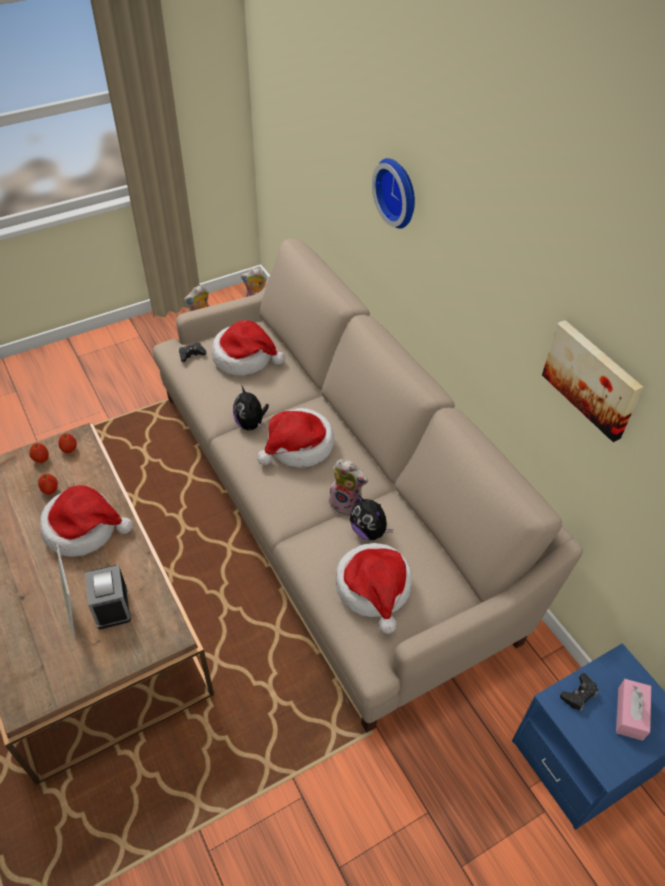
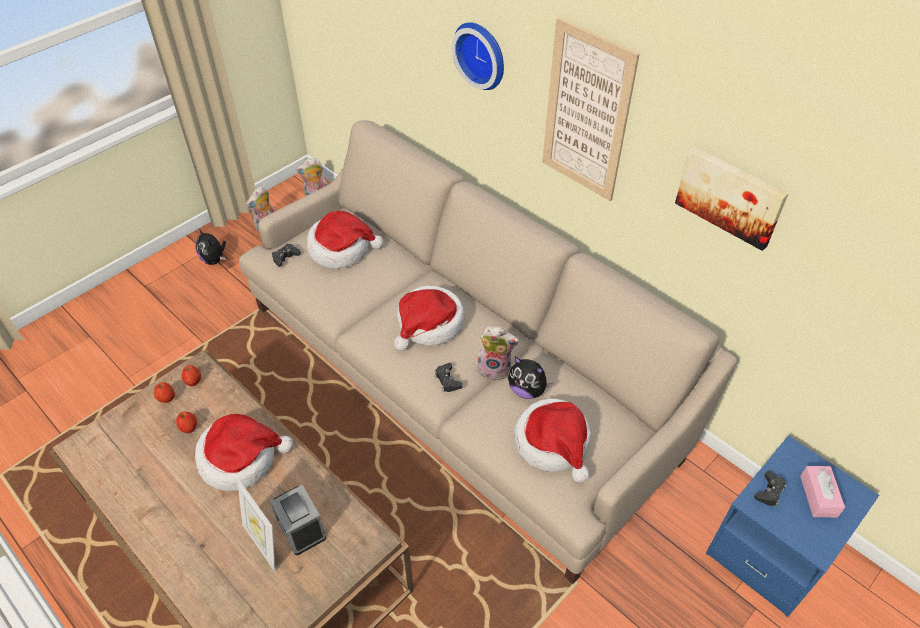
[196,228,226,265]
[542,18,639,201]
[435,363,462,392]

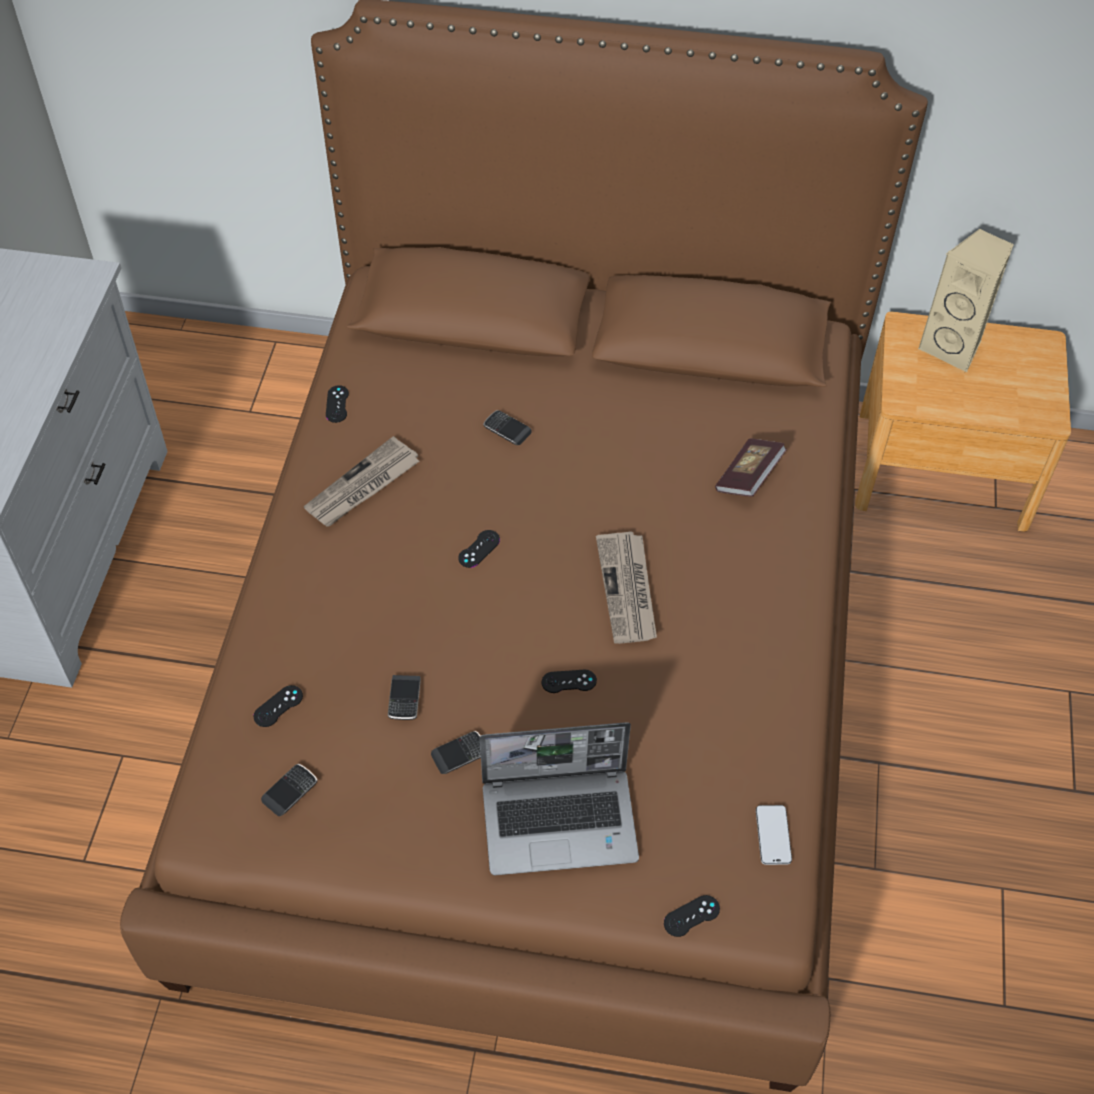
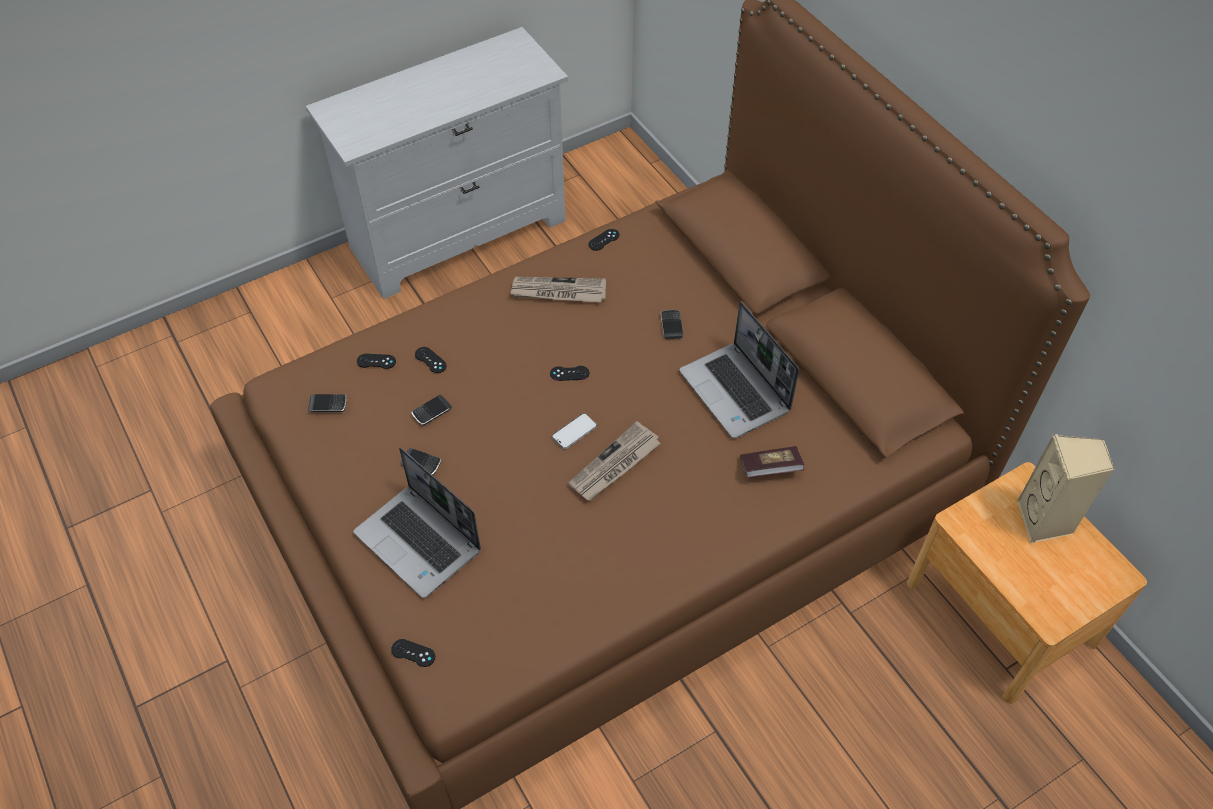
[415,347,447,373]
[552,413,597,449]
[679,301,799,439]

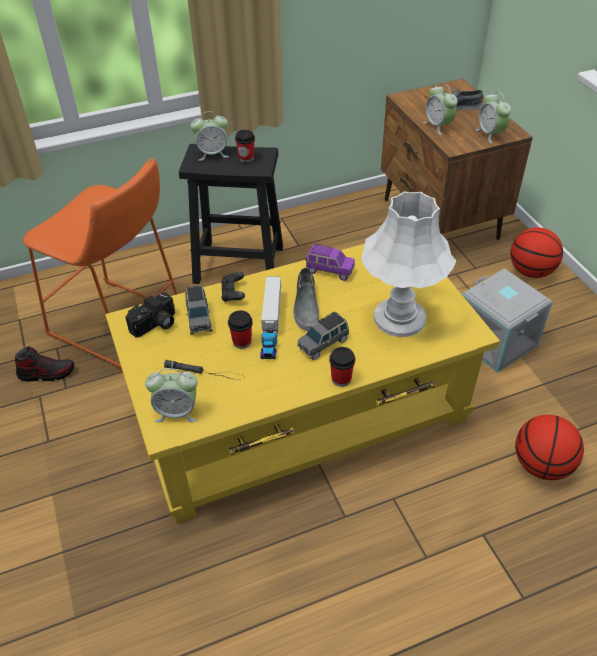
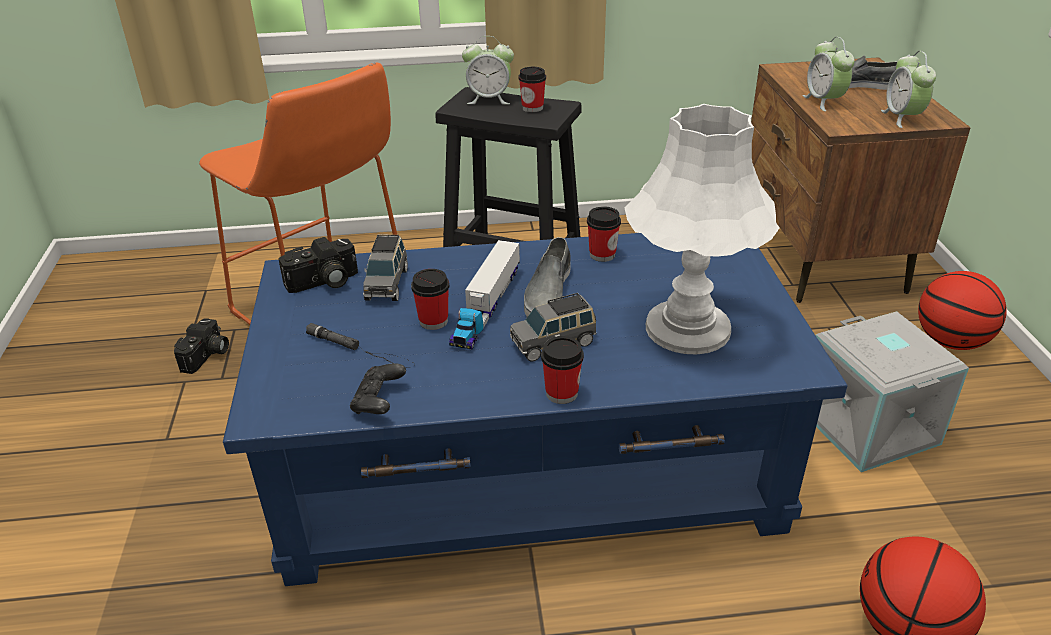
[587,206,621,262]
[223,233,848,586]
[350,364,406,414]
[174,318,229,374]
[145,368,198,422] (first image)

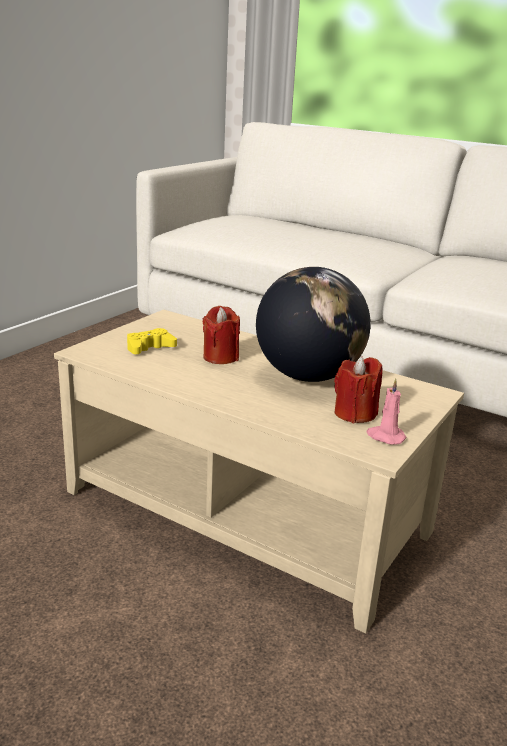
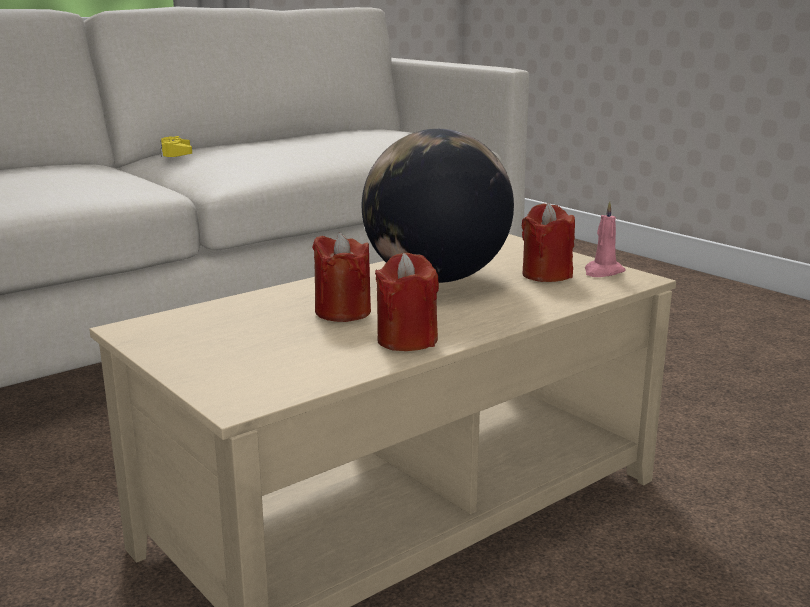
[160,136,192,157]
[375,253,439,351]

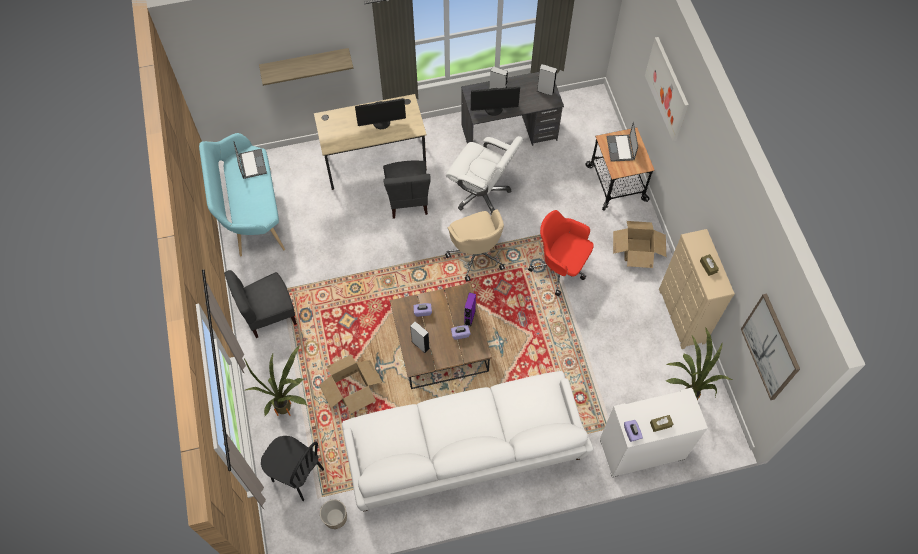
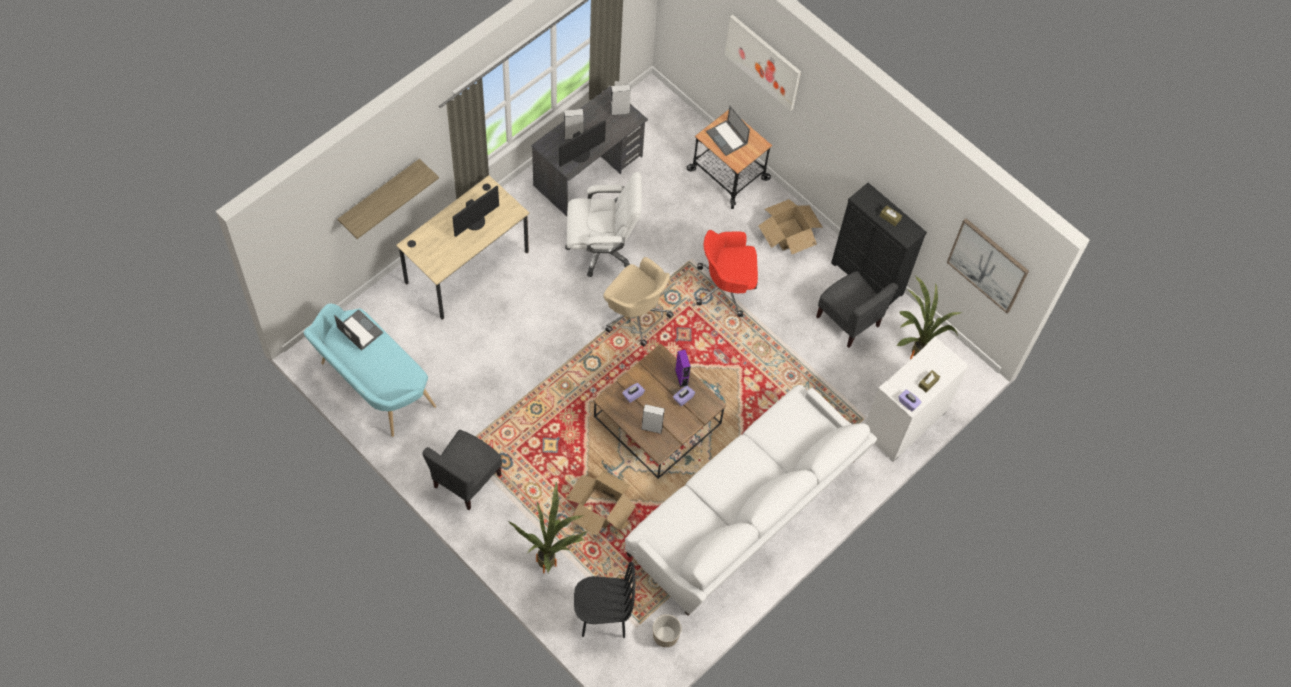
[816,271,898,348]
[831,183,927,309]

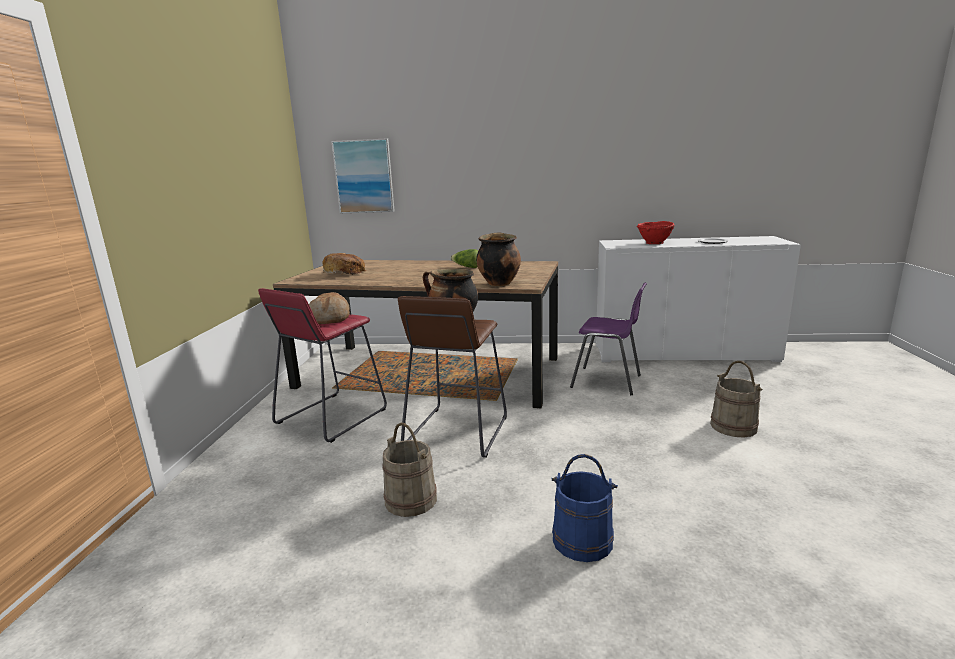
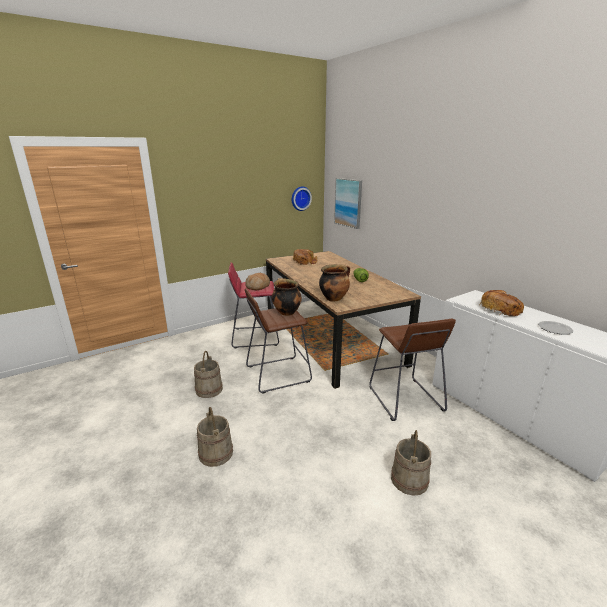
[479,290,524,316]
[370,319,456,421]
[197,407,233,467]
[292,187,312,211]

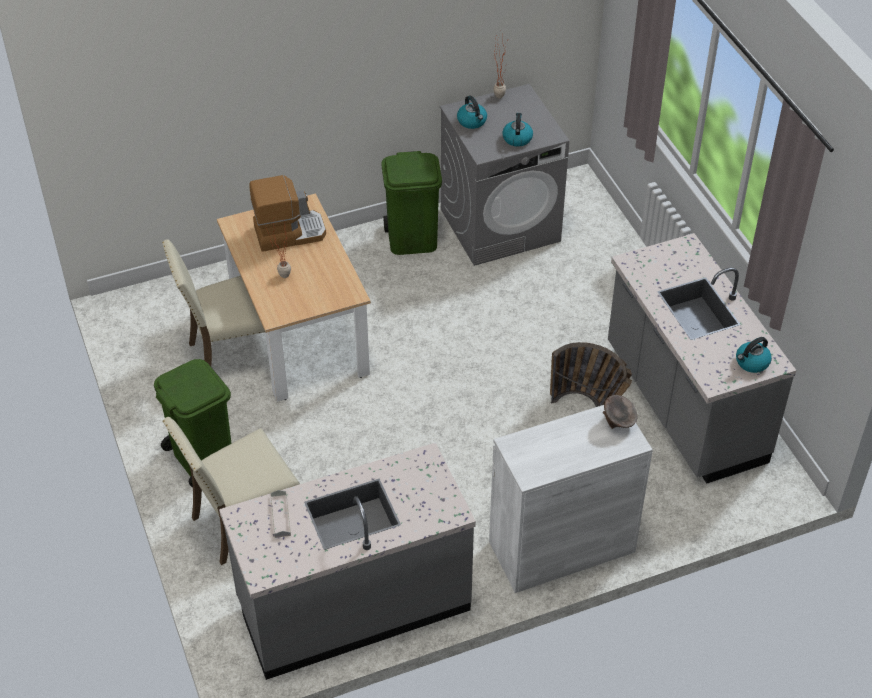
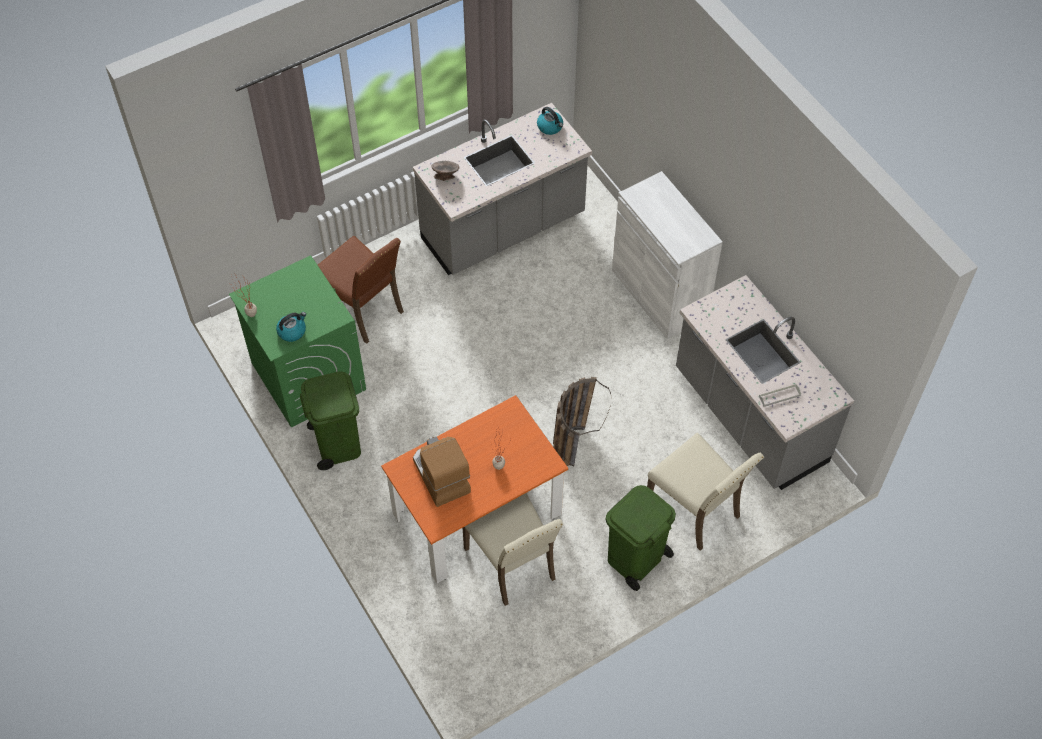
[229,256,366,428]
[502,113,533,147] (first image)
[381,395,568,583]
[553,377,611,466]
[431,161,459,181]
[318,235,404,344]

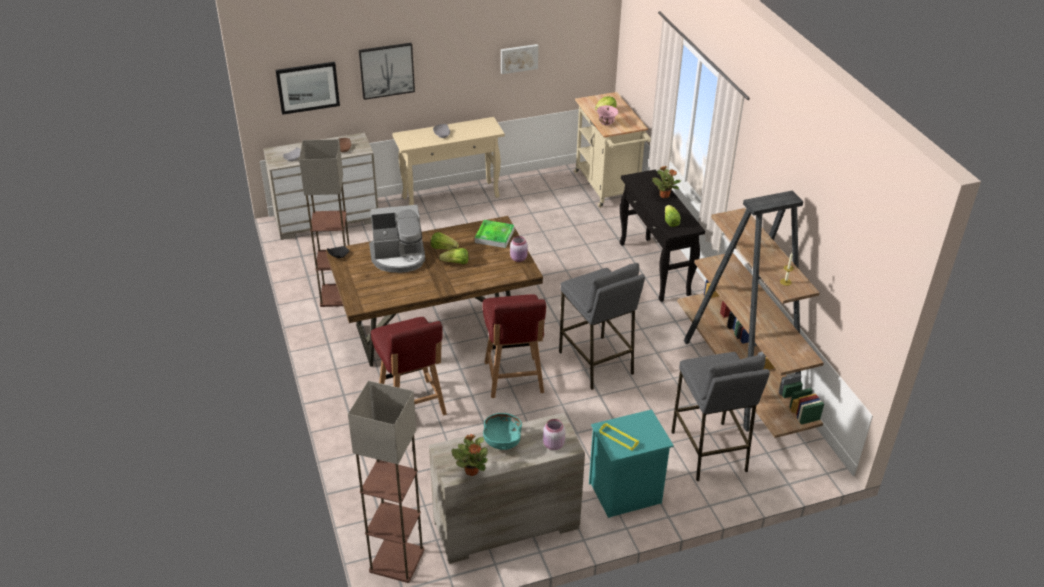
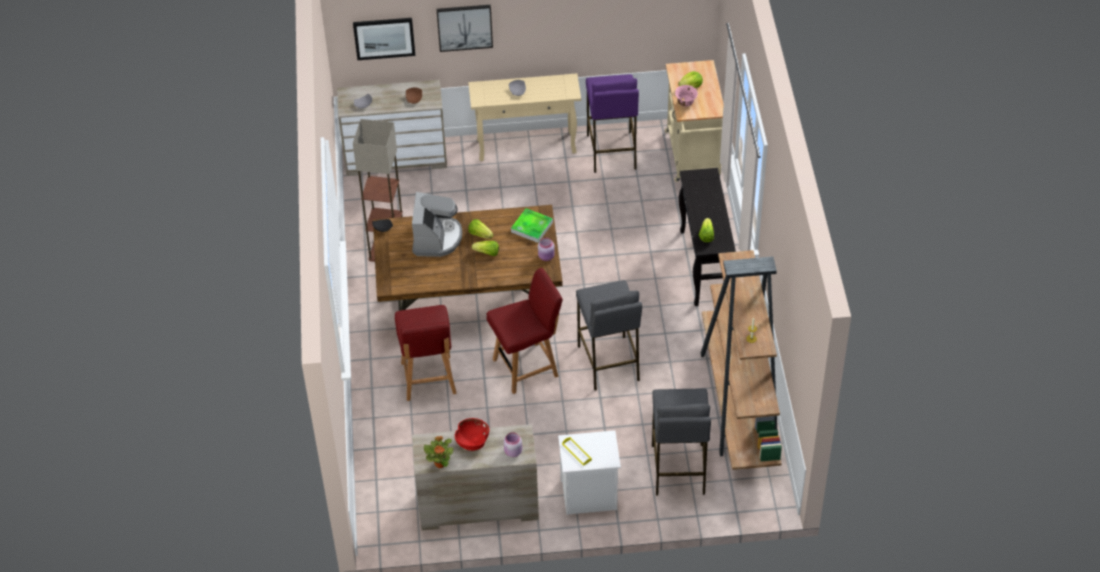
[501,44,538,74] (first image)
[652,166,681,198] (first image)
[412,192,462,257]
[487,268,563,394]
[348,381,424,583] (first image)
[558,430,621,515]
[455,418,489,451]
[586,74,639,173]

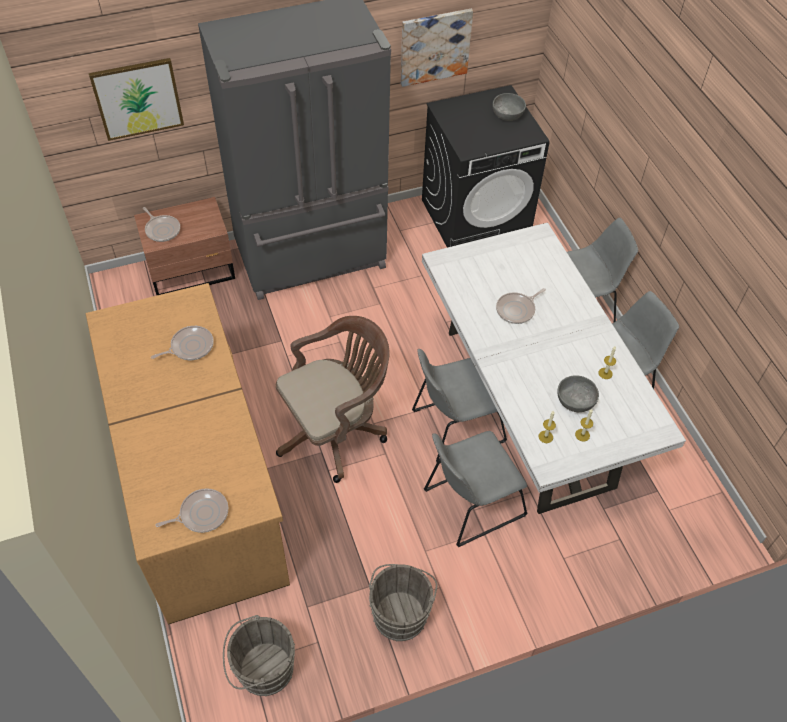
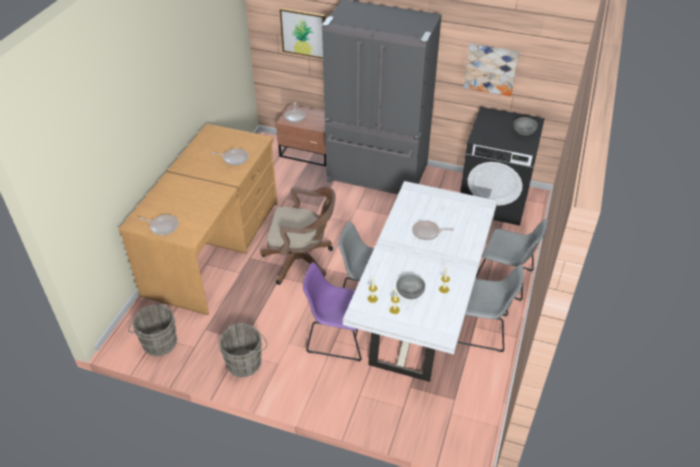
[303,262,362,361]

